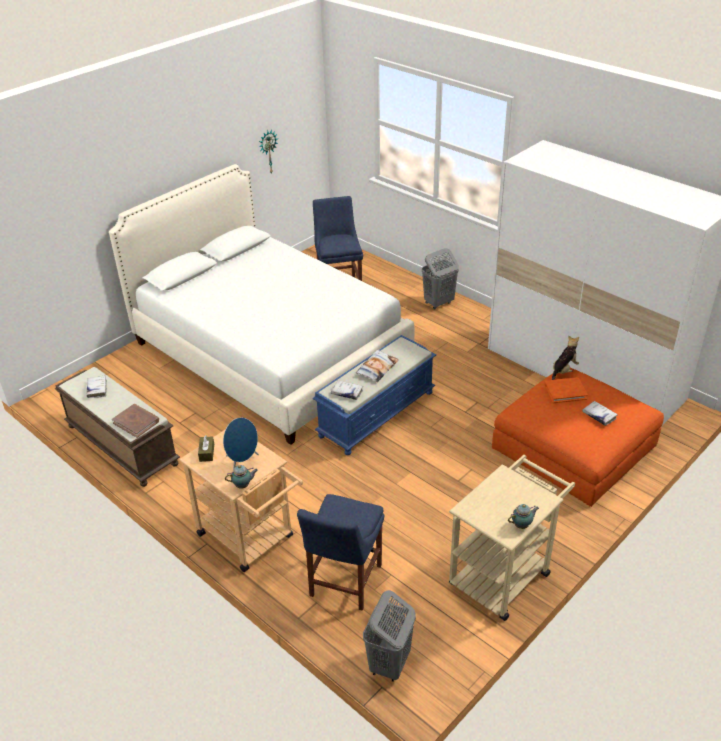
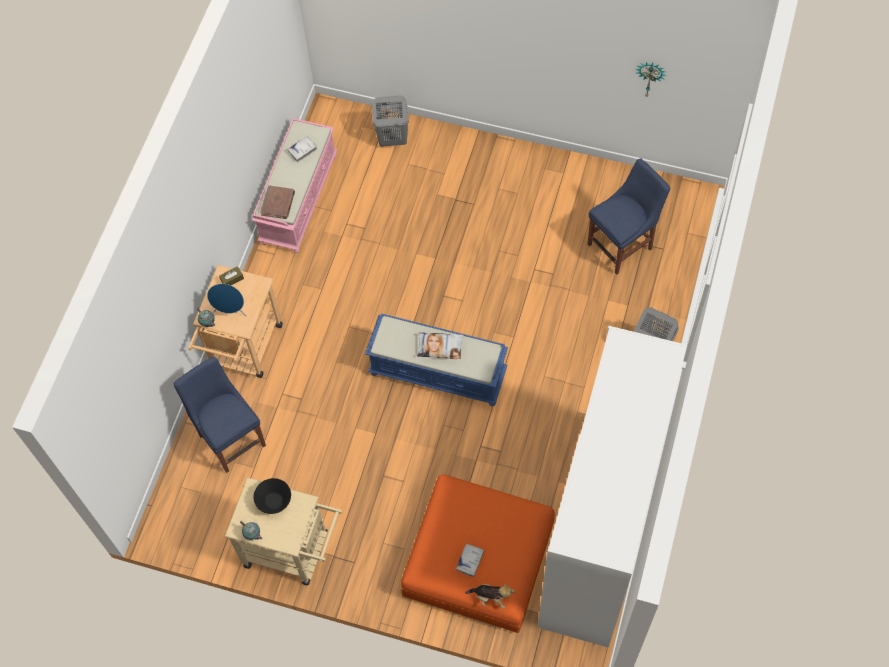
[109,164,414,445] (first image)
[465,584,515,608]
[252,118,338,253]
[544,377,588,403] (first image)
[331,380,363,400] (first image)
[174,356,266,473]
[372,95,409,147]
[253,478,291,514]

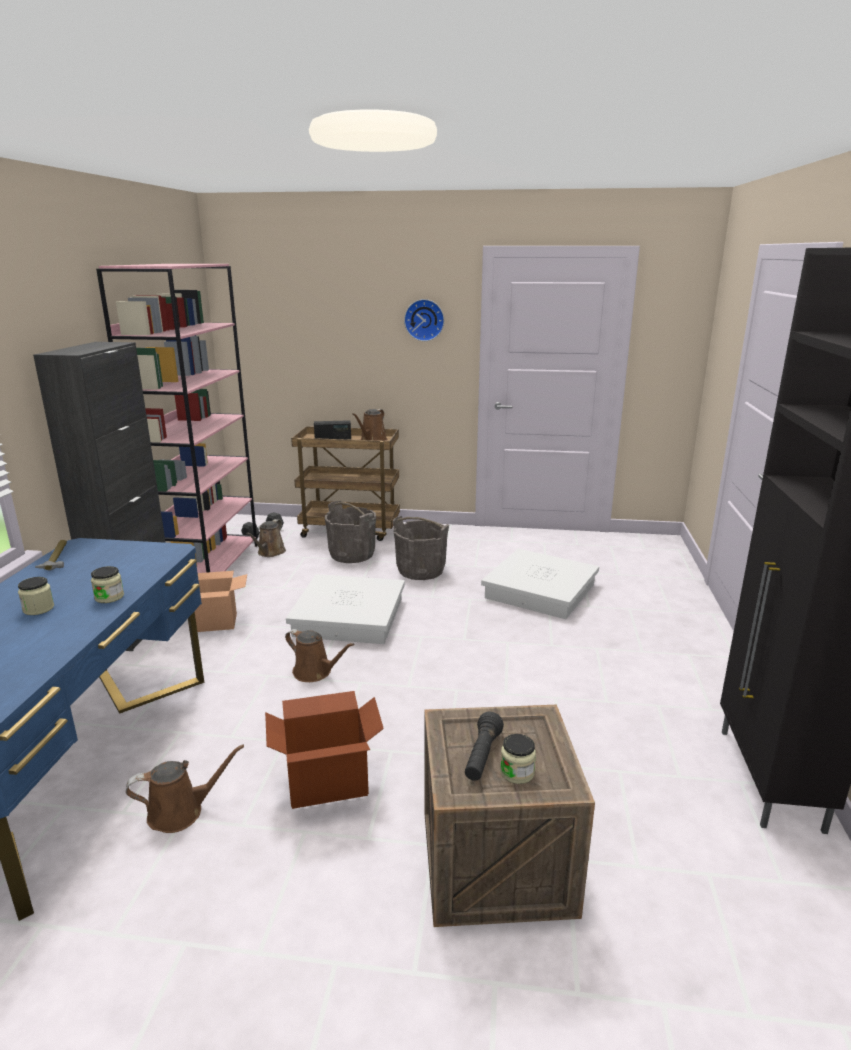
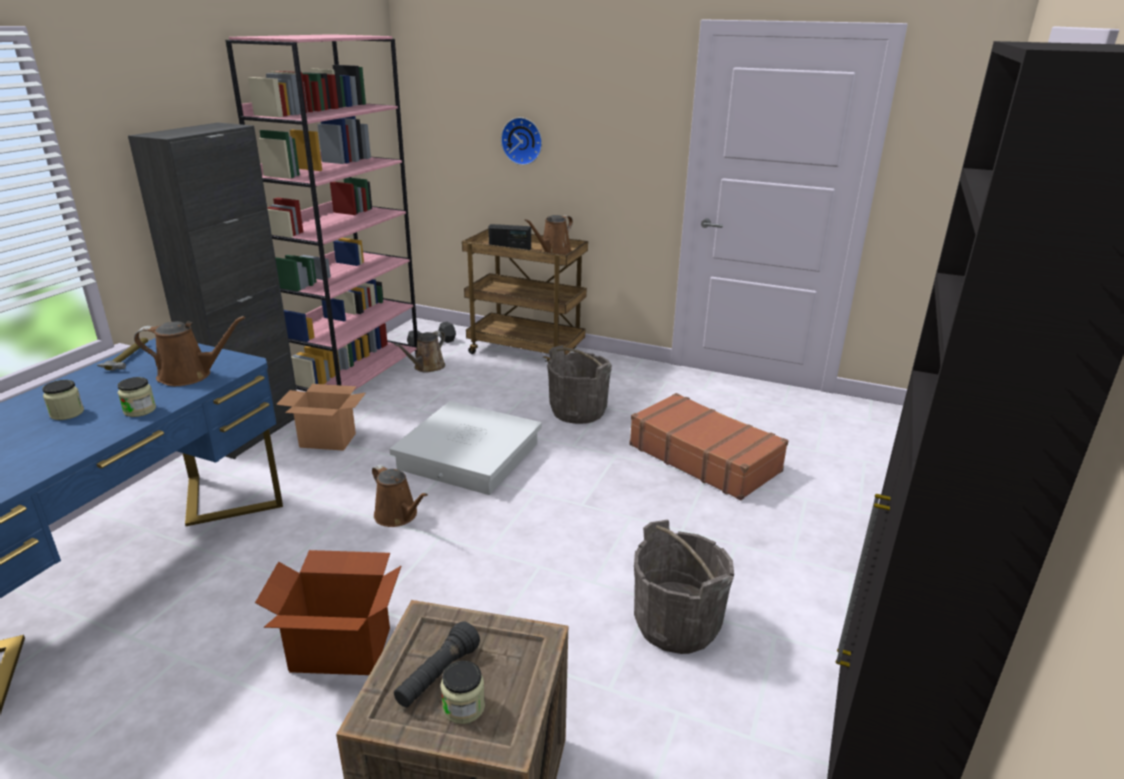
[501,117,542,165]
[634,520,734,654]
[629,393,789,501]
[134,316,245,386]

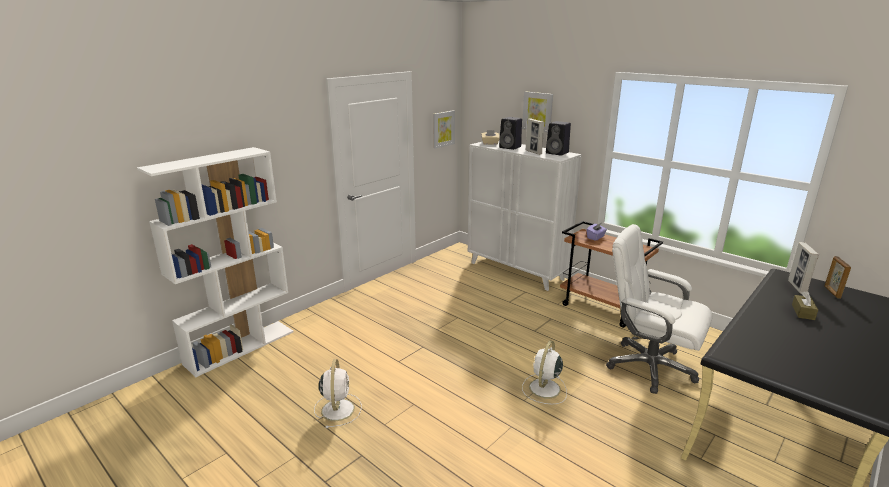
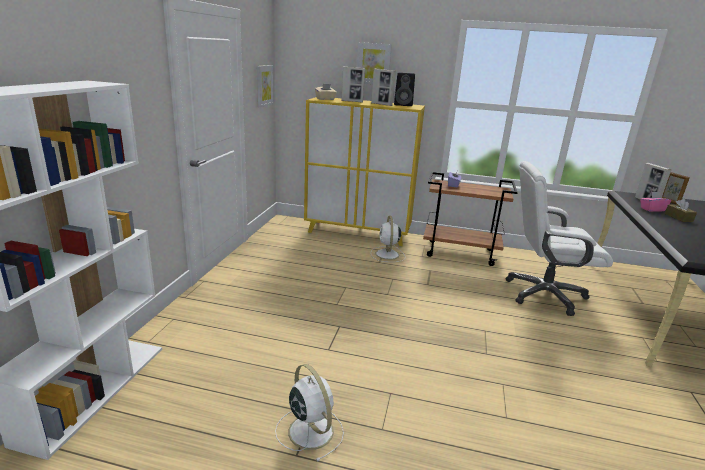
[341,66,366,103]
[304,97,425,246]
[371,216,406,262]
[640,192,671,212]

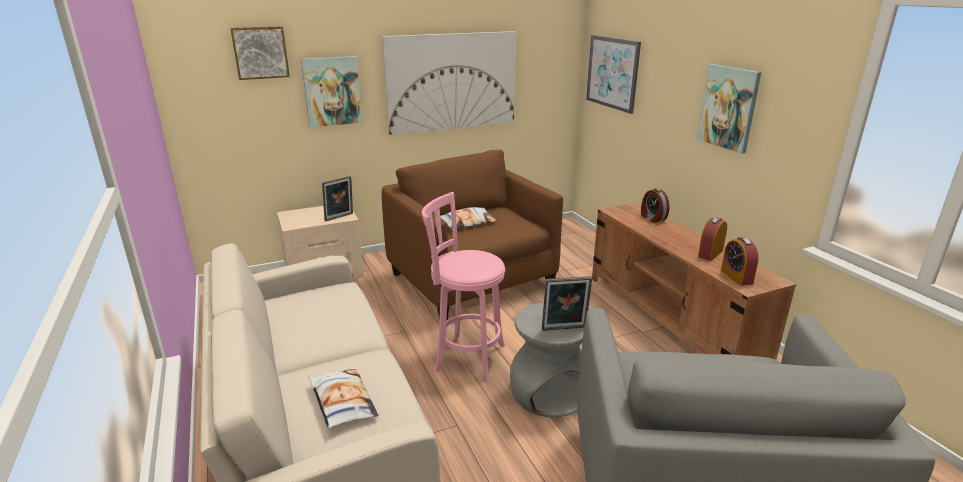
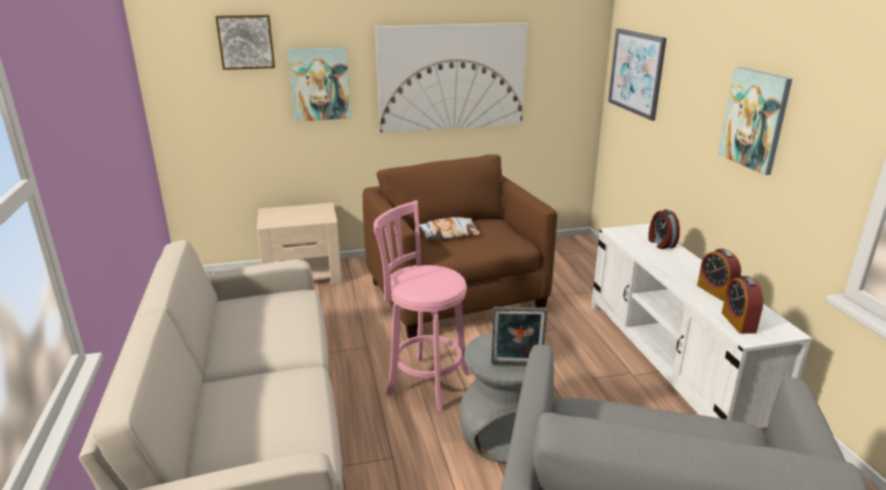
[322,176,353,221] (first image)
[591,224,812,428]
[697,249,741,302]
[309,369,378,428] (first image)

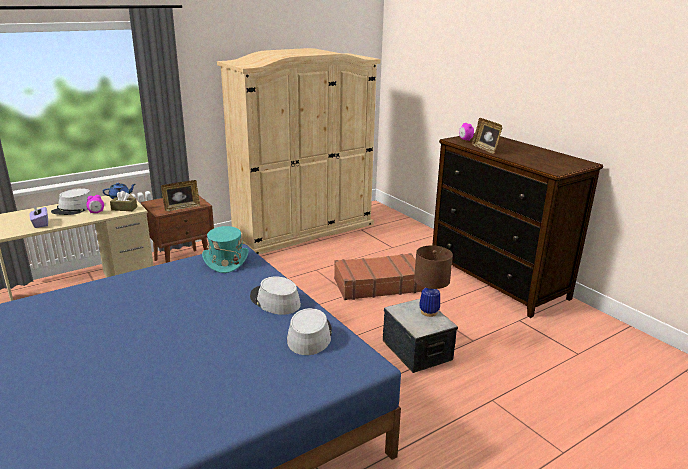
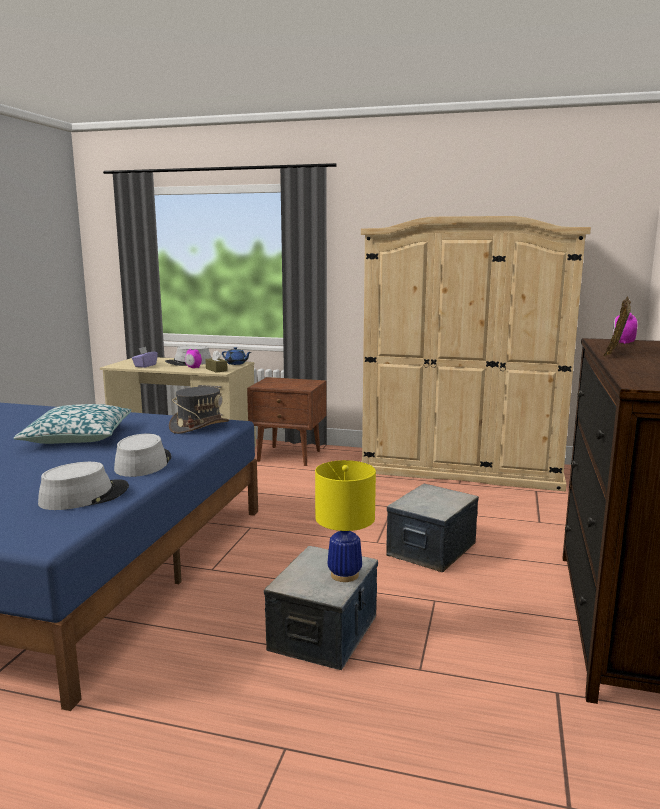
[161,180,200,211] (first image)
[169,387,229,434]
[315,460,376,582]
[386,484,479,572]
[13,404,131,444]

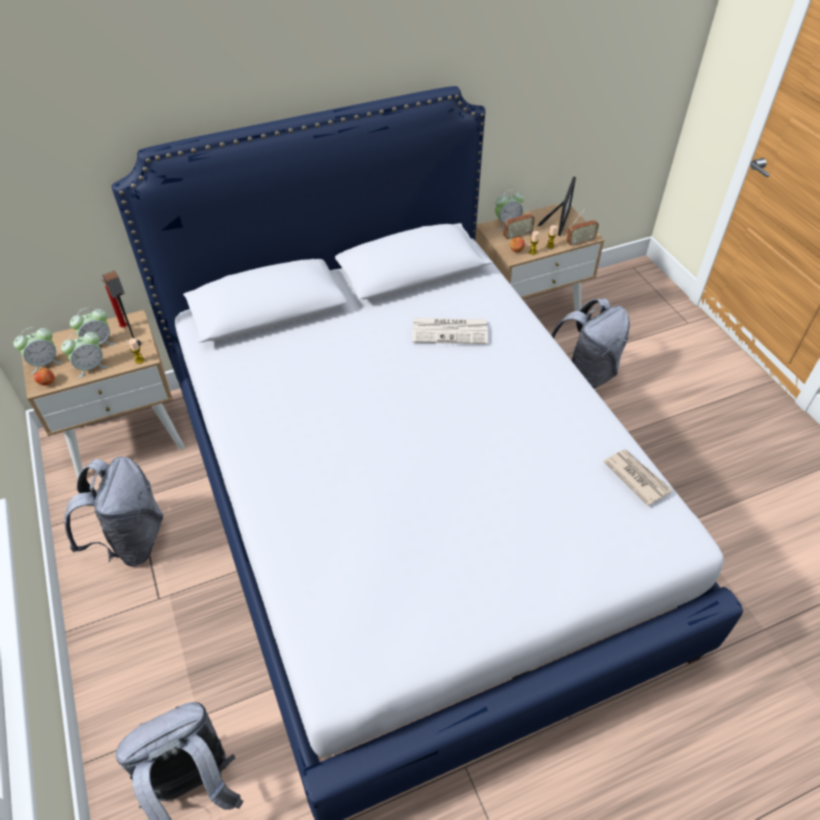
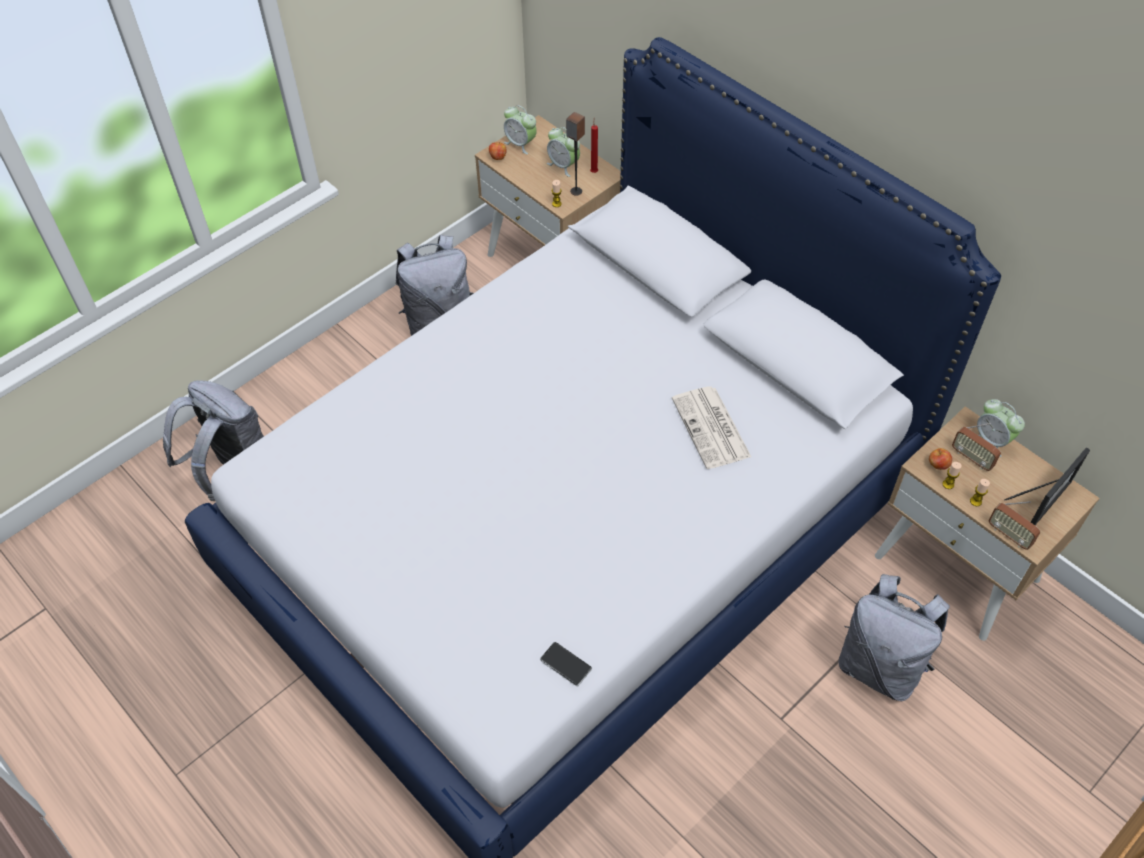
[1004,448,1090,525]
[61,331,108,378] (first image)
[540,642,592,686]

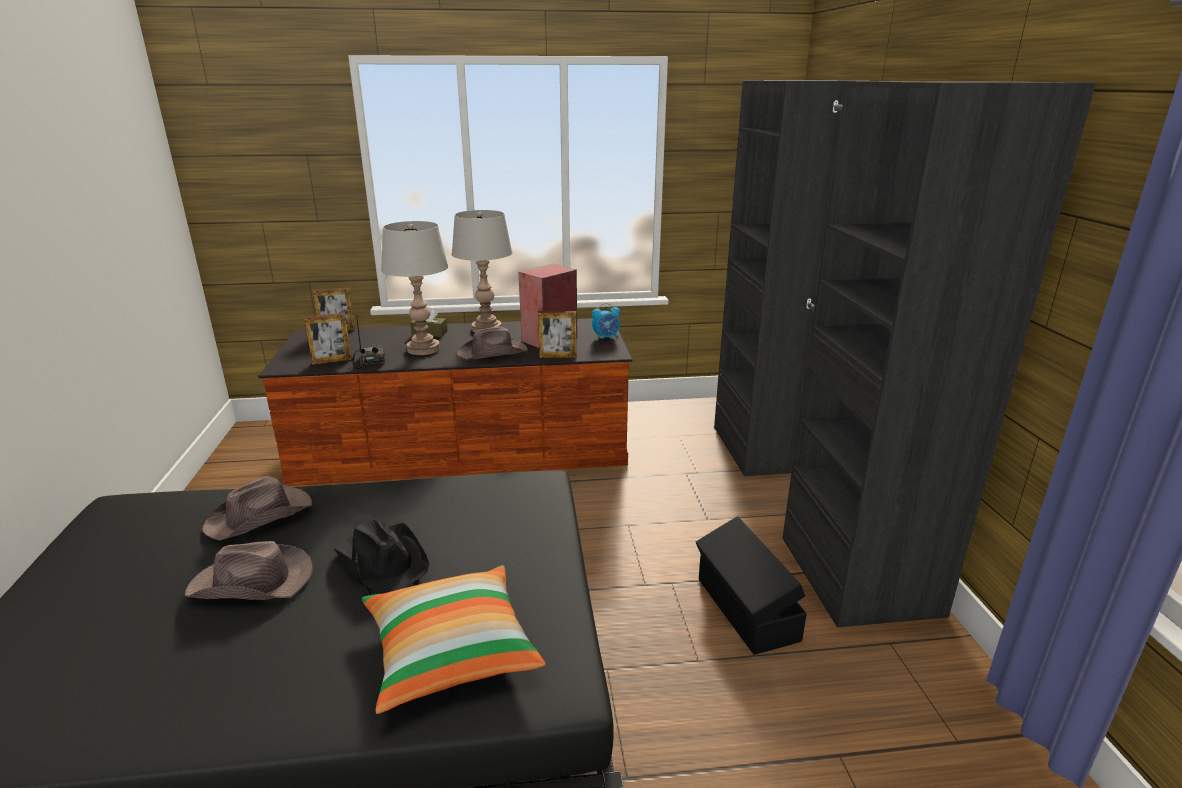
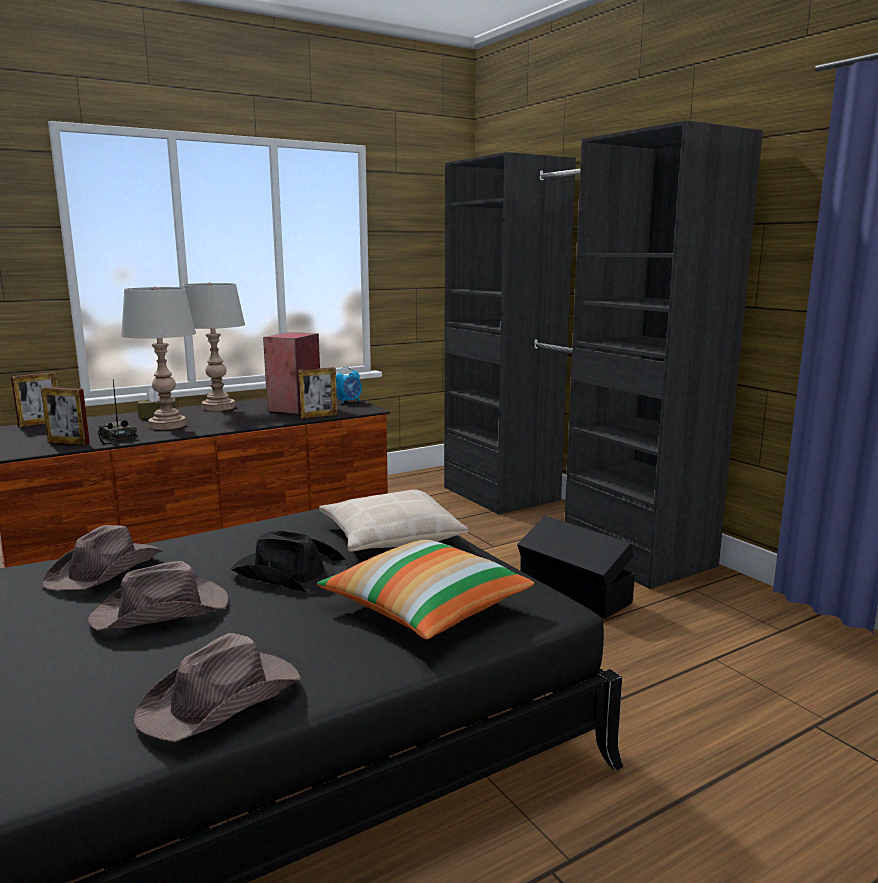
[41,387,90,445]
[133,633,301,742]
[319,489,468,552]

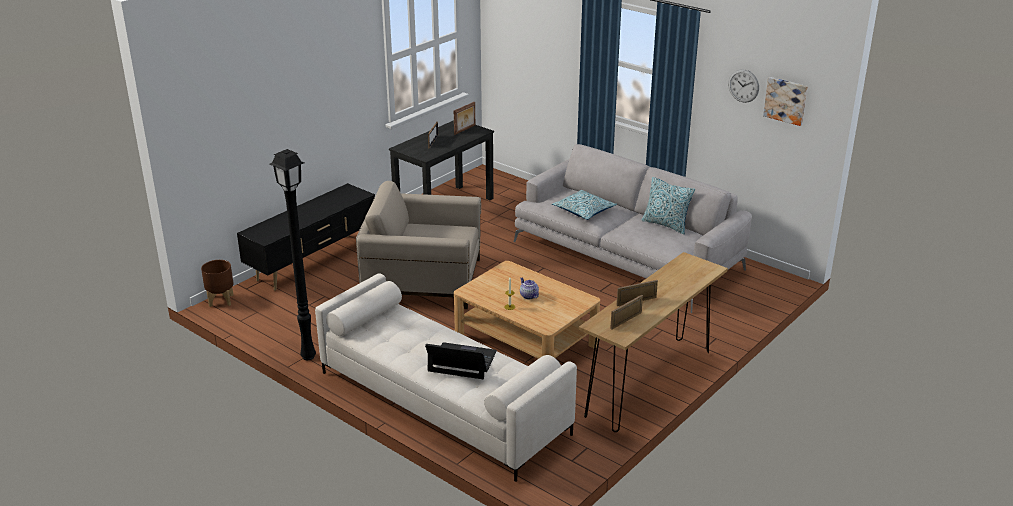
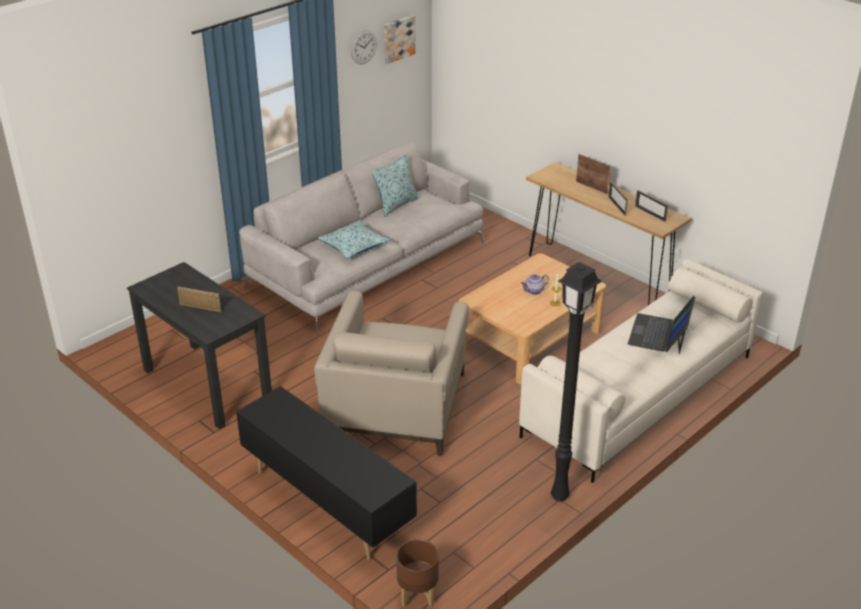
[576,154,610,194]

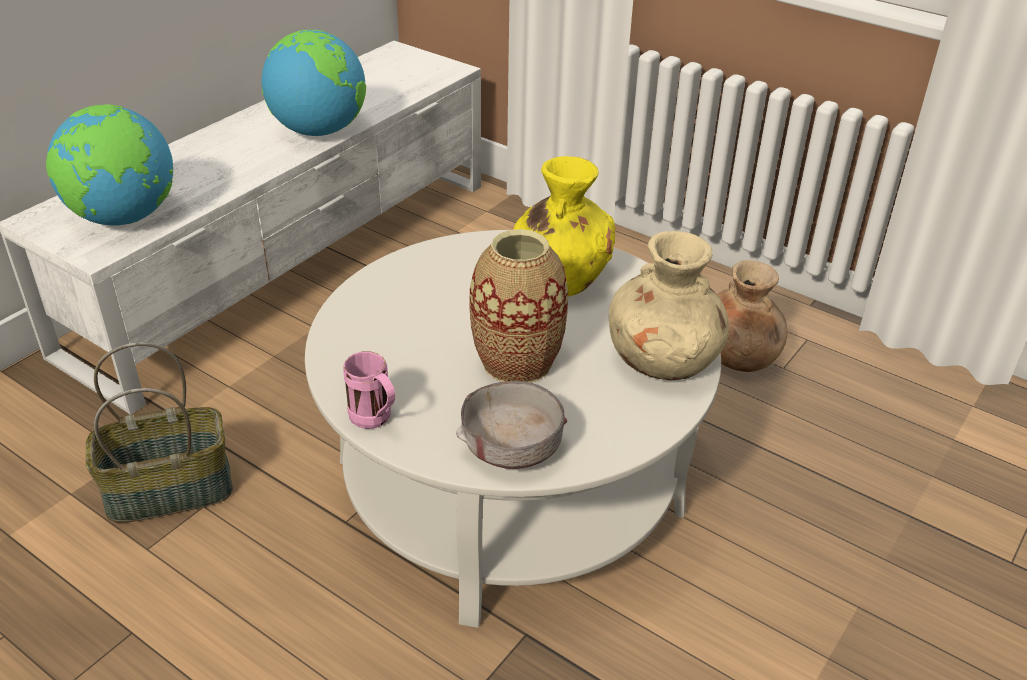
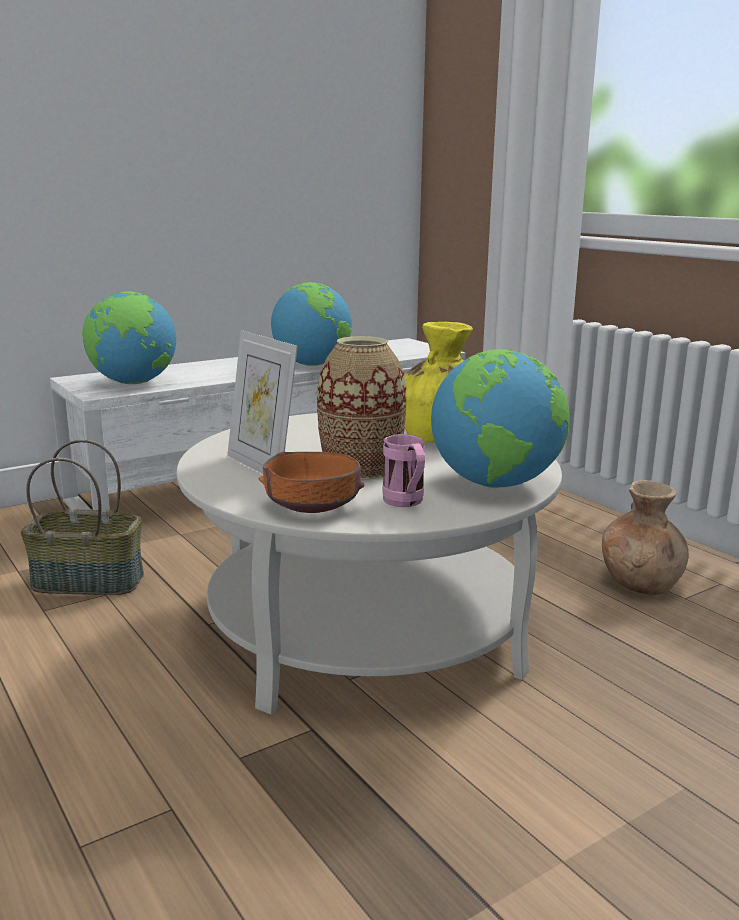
[431,349,570,488]
[382,434,425,507]
[259,452,364,513]
[227,330,298,474]

